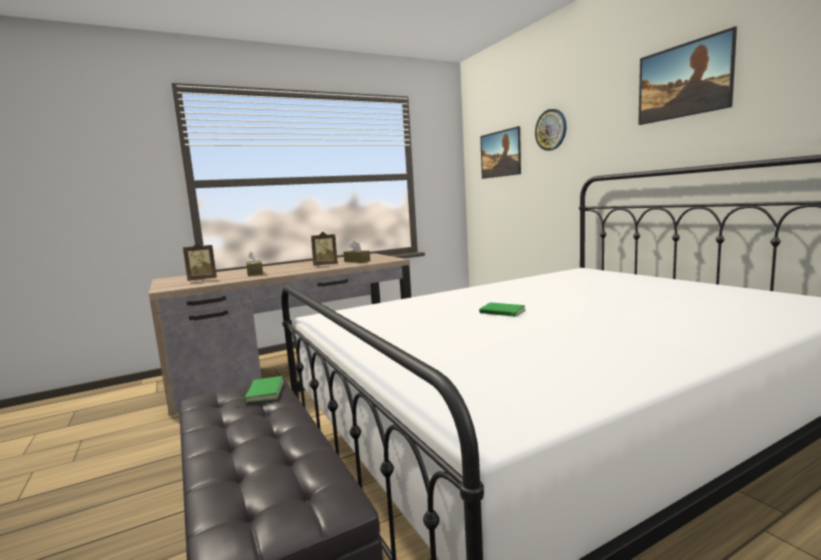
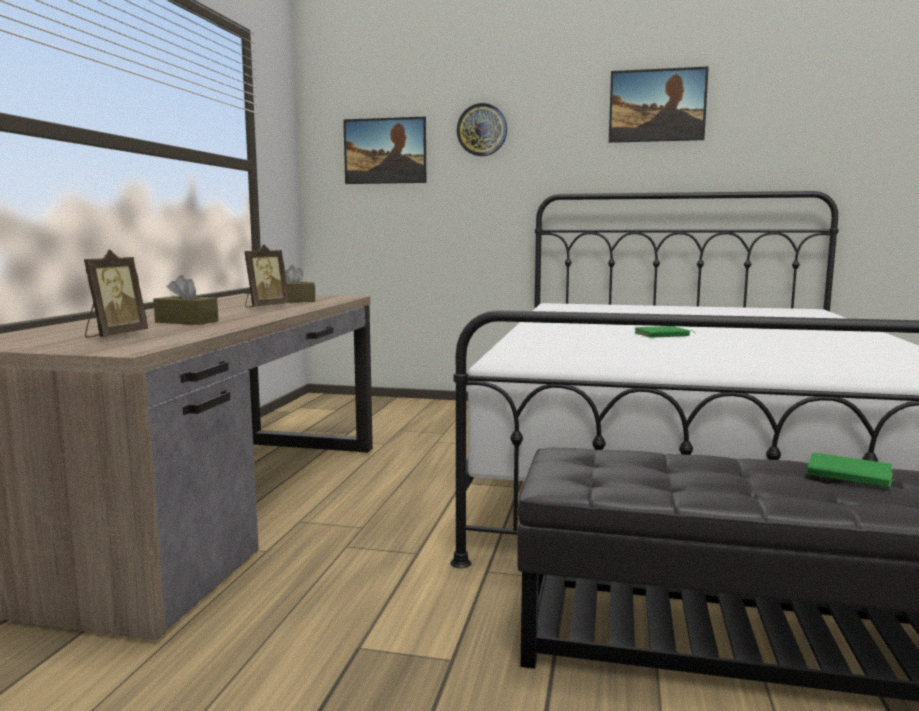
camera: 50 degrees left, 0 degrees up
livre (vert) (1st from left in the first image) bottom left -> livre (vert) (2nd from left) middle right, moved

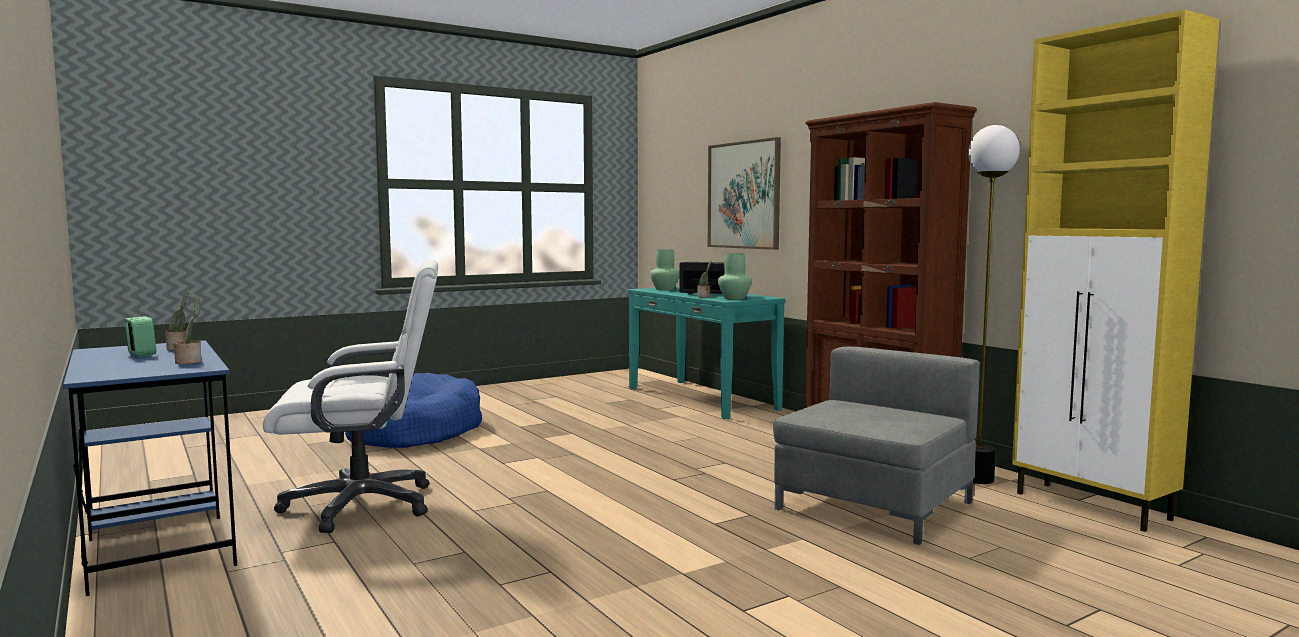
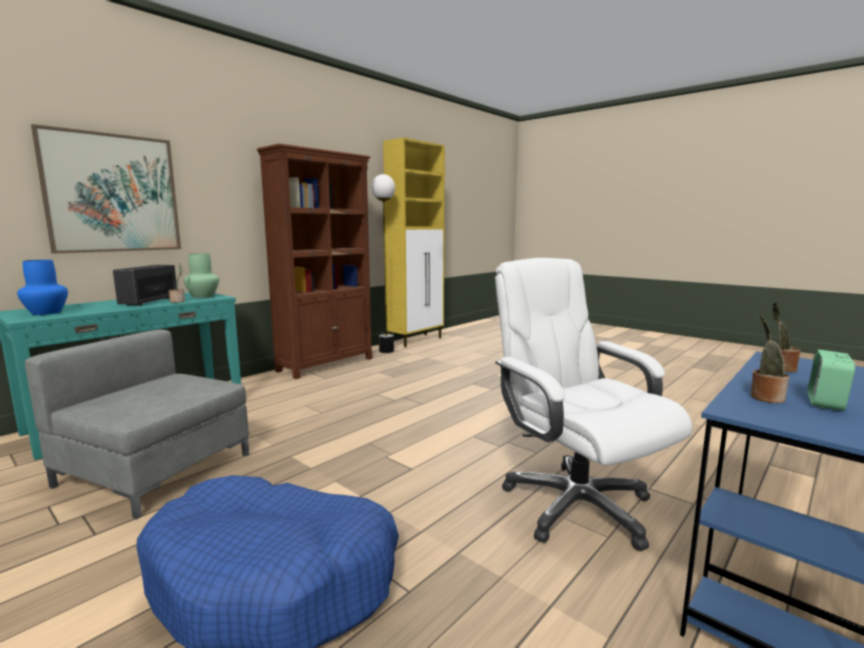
camera: 105 degrees left, 5 degrees up
fauteuil (gris) bottom right -> fauteuil (gris) middle left, moved
vase (vert) (1st from left) centre -> vase (bleu) middle left

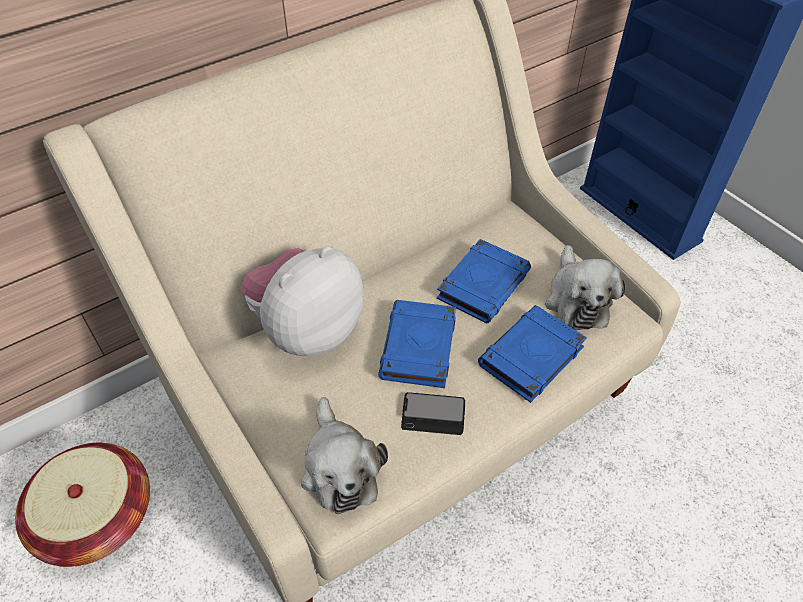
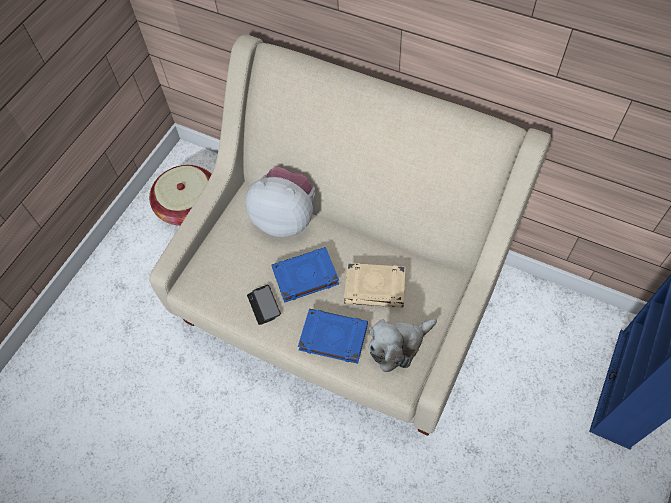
camera: 65 degrees right, 10 degrees up
peluche (2nd from left) bottom centre -> none
livre (bleu) (2nd from left) centre -> livre (beige) centre

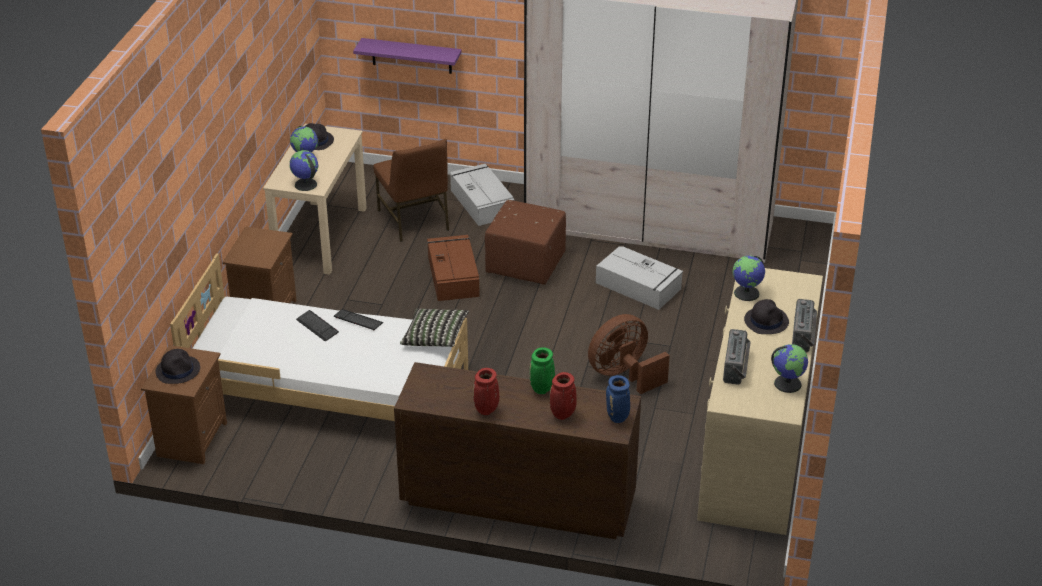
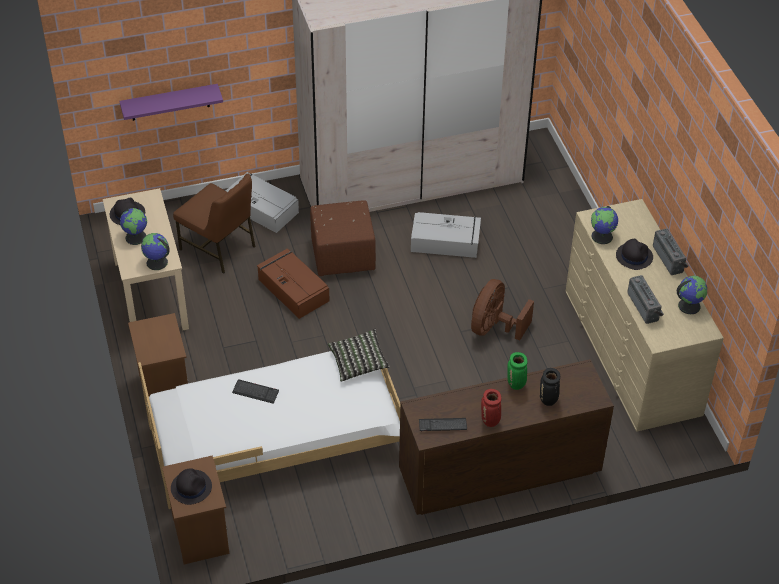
camera: 30 degrees left, 10 degrees up
vase (bleu) bottom centre -> none
clavier (2nd from left) centre -> clavier (2nd from left) bottom centre, moved
vase (rouge) (2nd from left) bottom centre -> vase (noir) middle right

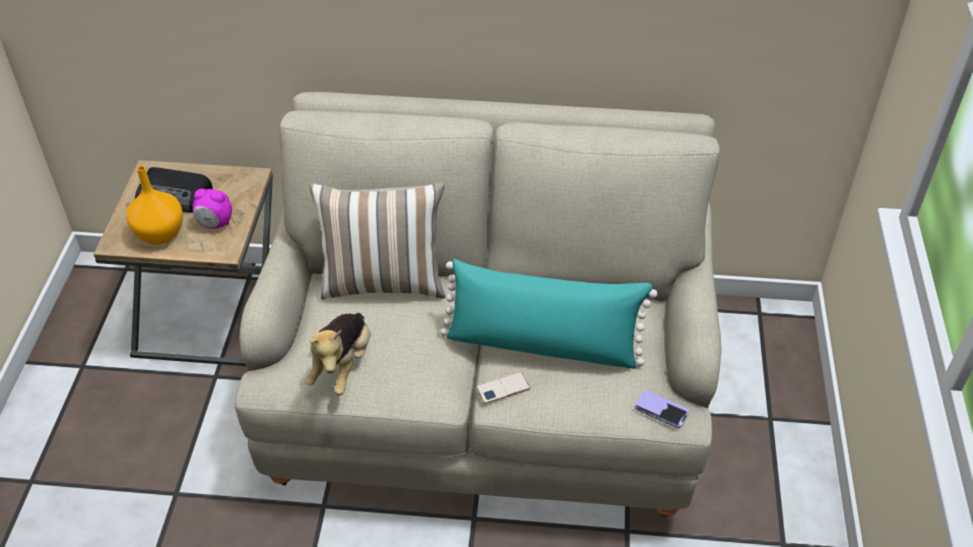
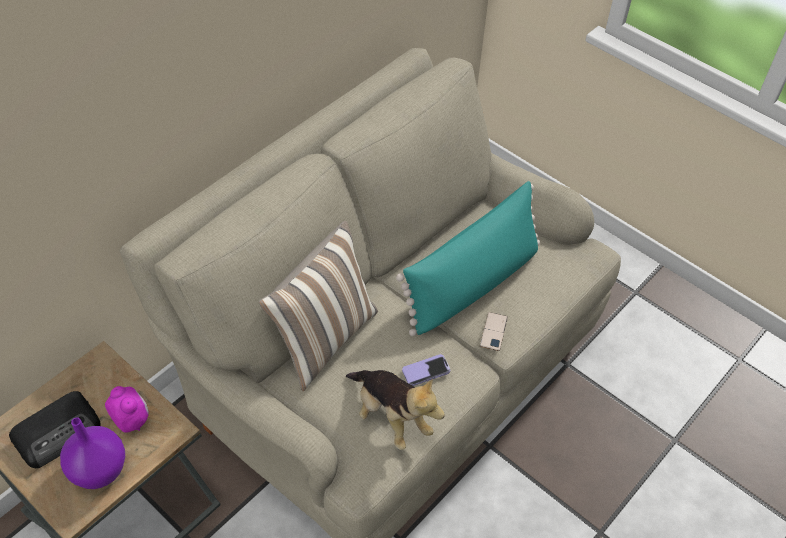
camera: 55 degrees left, 5 degrees up
téléphone (2nd from left in the first image) bottom right -> téléphone (1st from left) bottom centre, moved
vase (orange) middle left -> vase (violet) bottom left
réveil middle left -> réveil bottom left, 90 degrees counterclockwise

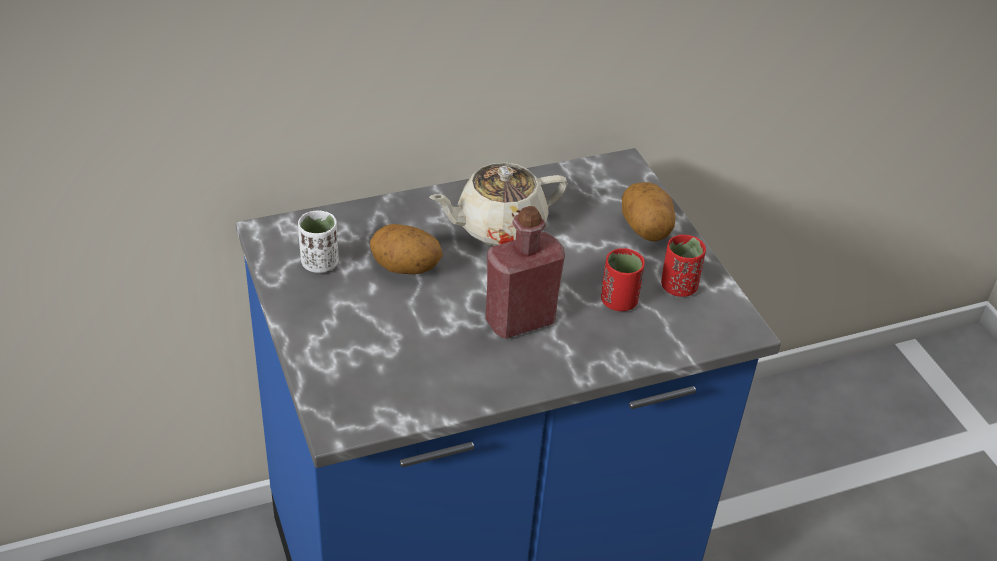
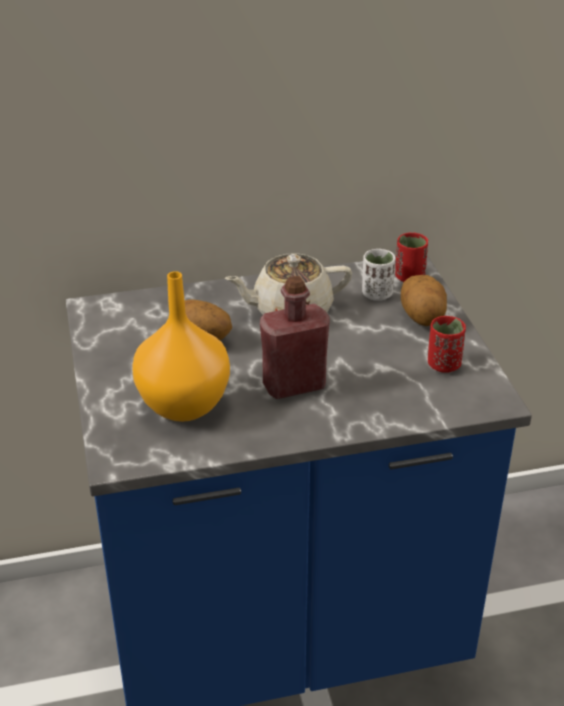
camera: 10 degrees right, 5 degrees down
none -> vase (orange) middle left
tasse (blanc) middle left -> tasse (blanc) middle right, moved
tasse (rouge) (1st from left) centre -> tasse (rouge) (1st from left) middle right, moved

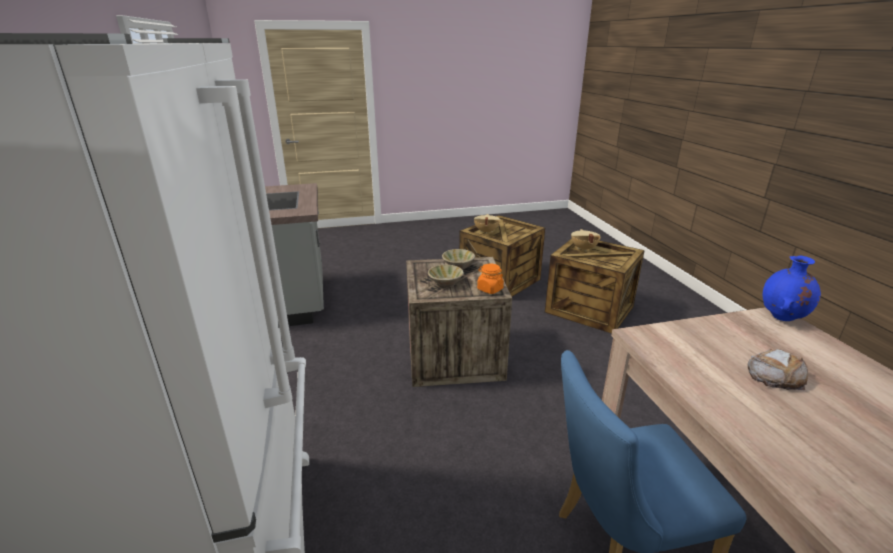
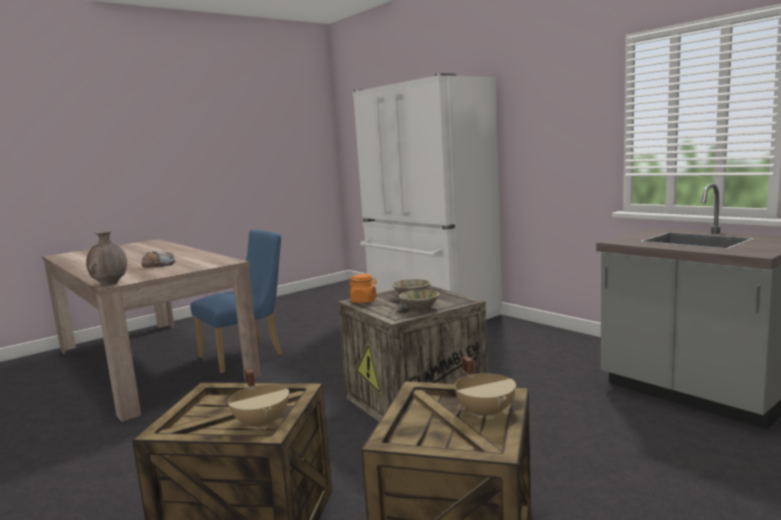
camera: 155 degrees right, 15 degrees down
vase (bleu) middle right -> vase (marron) middle left

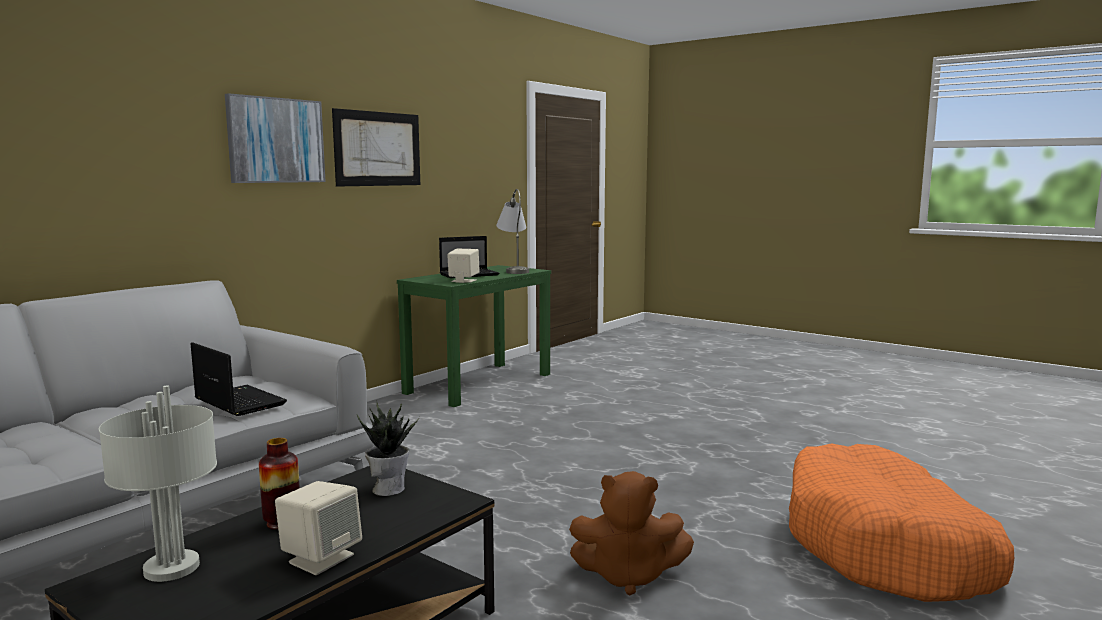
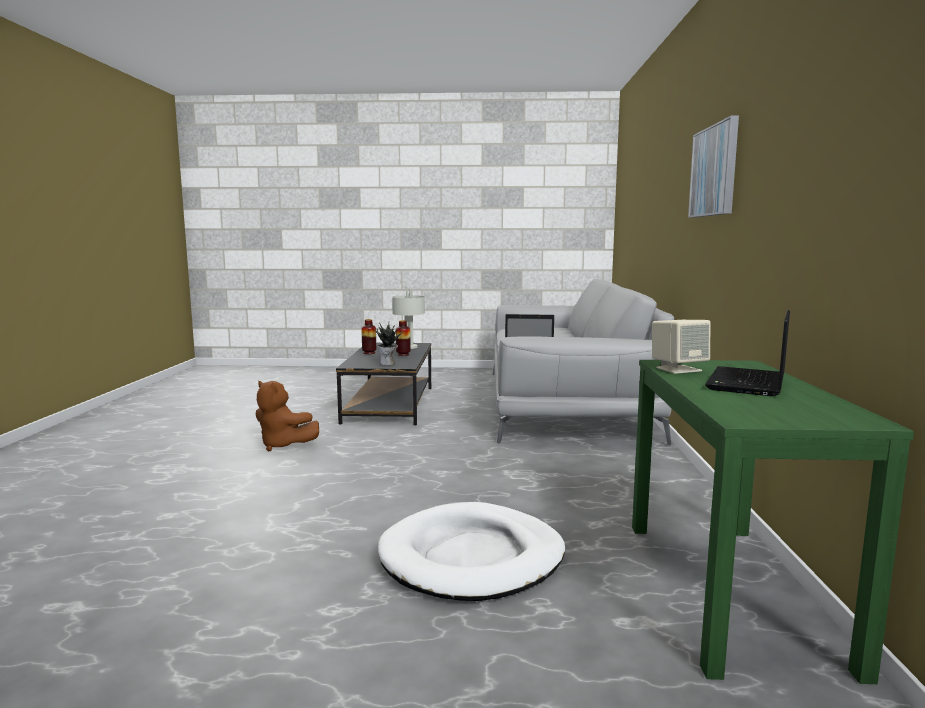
camera: 145 degrees right, 0 degrees up
tableau (2nd from left) top centre -> none
lampe de table (gris) (2nd from left) centre -> none
panier pour chien (orange) bottom right -> none
none -> panier pour chien (blanc) bottom centre
enceinte (beige) (1st from left) bottom left -> vase (1st from left) centre
peluche (marron) bottom centre -> peluche (marron) middle left, 120 degrees counterclockwise

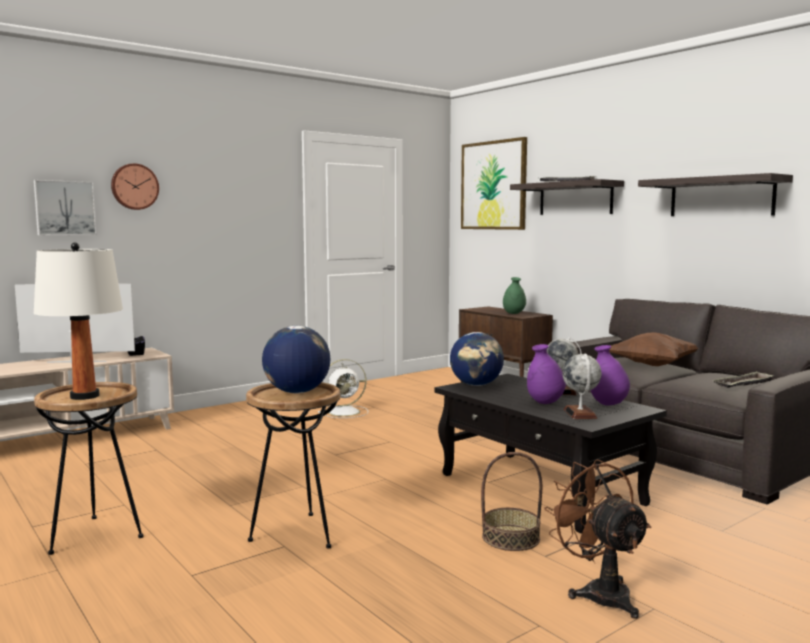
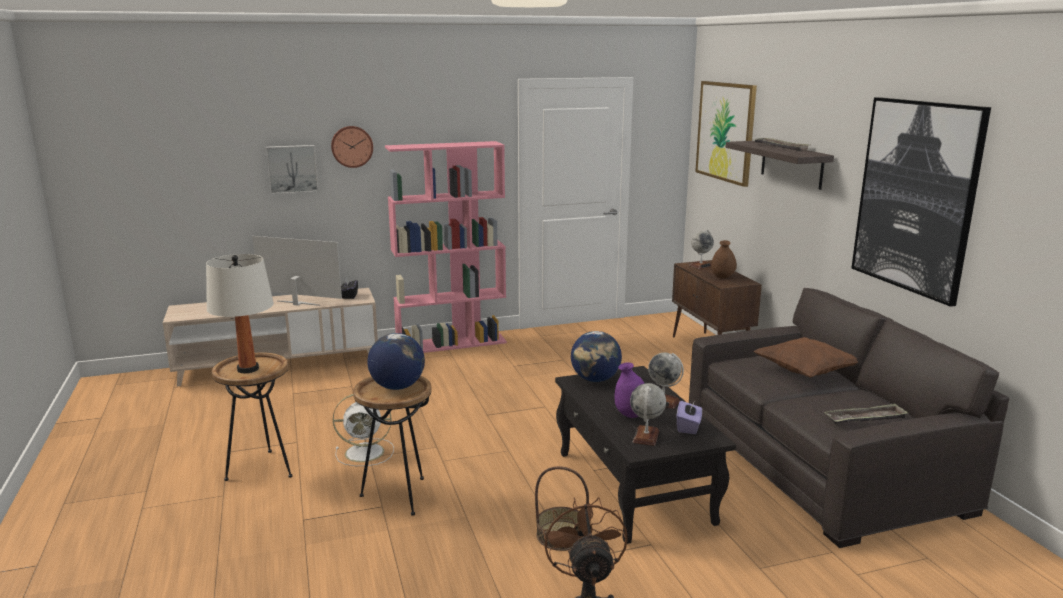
camera: 20 degrees right, 10 degrees up
none -> bibliothèque (rose) centre
none -> globe (5th from left) centre
ventilateur (blanc) centre -> ventilateur (blanc) bottom centre, moved
vase (violet) (2nd from left) middle right -> boîte à mouchoirs (violet) bottom centre
étagère (2nd from left) top right -> tableau (3rd from left) middle right
vase (vert) centre -> vase (marron) middle right

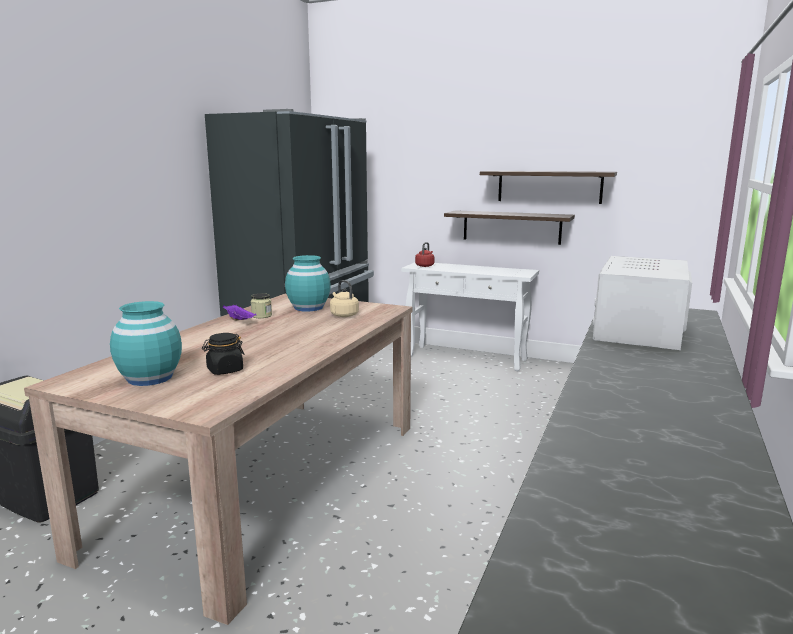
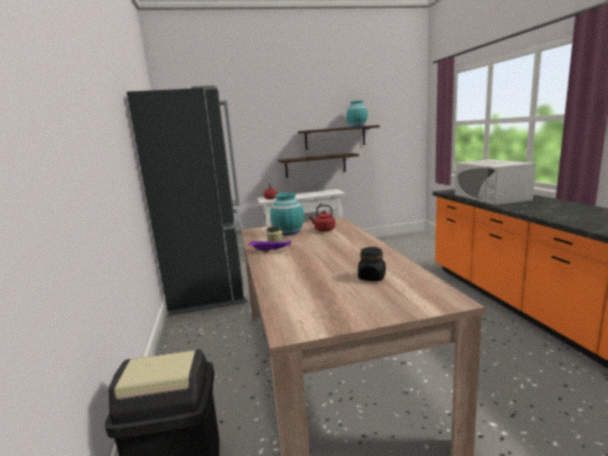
camera: 35 degrees left, 0 degrees up
vase (turquoise) (1st from left in the first image) middle left -> vase (turquoise) (2nd from left) top centre, moved
bouilloire (beige) centre -> bouilloire (rouge) (2nd from left) centre

